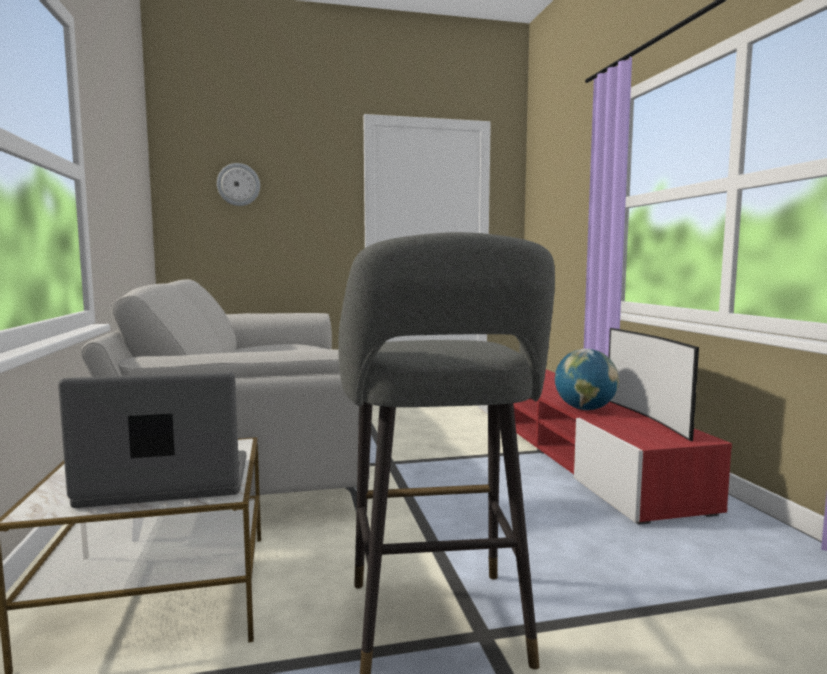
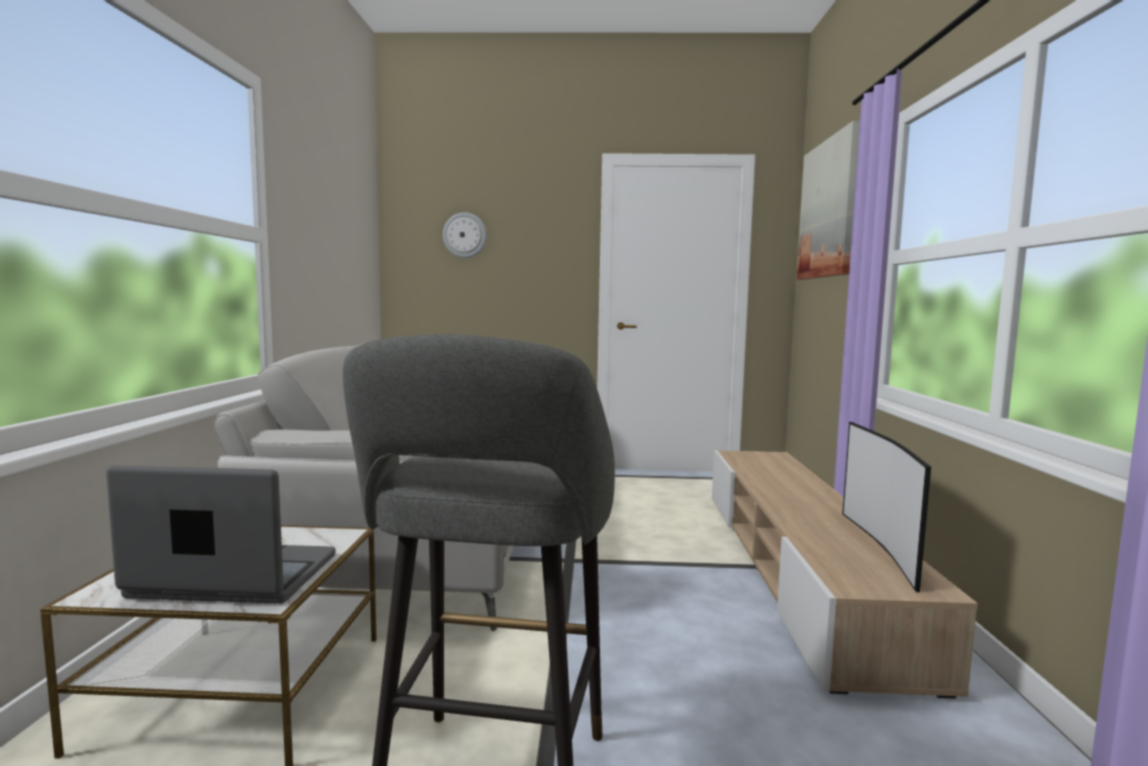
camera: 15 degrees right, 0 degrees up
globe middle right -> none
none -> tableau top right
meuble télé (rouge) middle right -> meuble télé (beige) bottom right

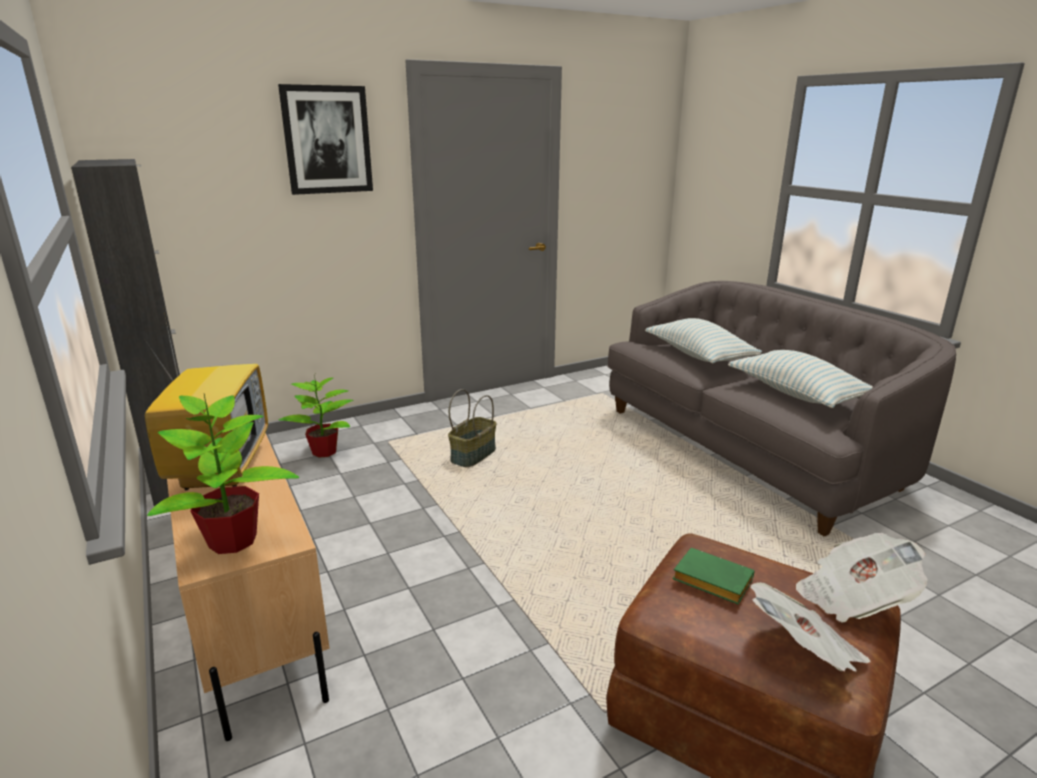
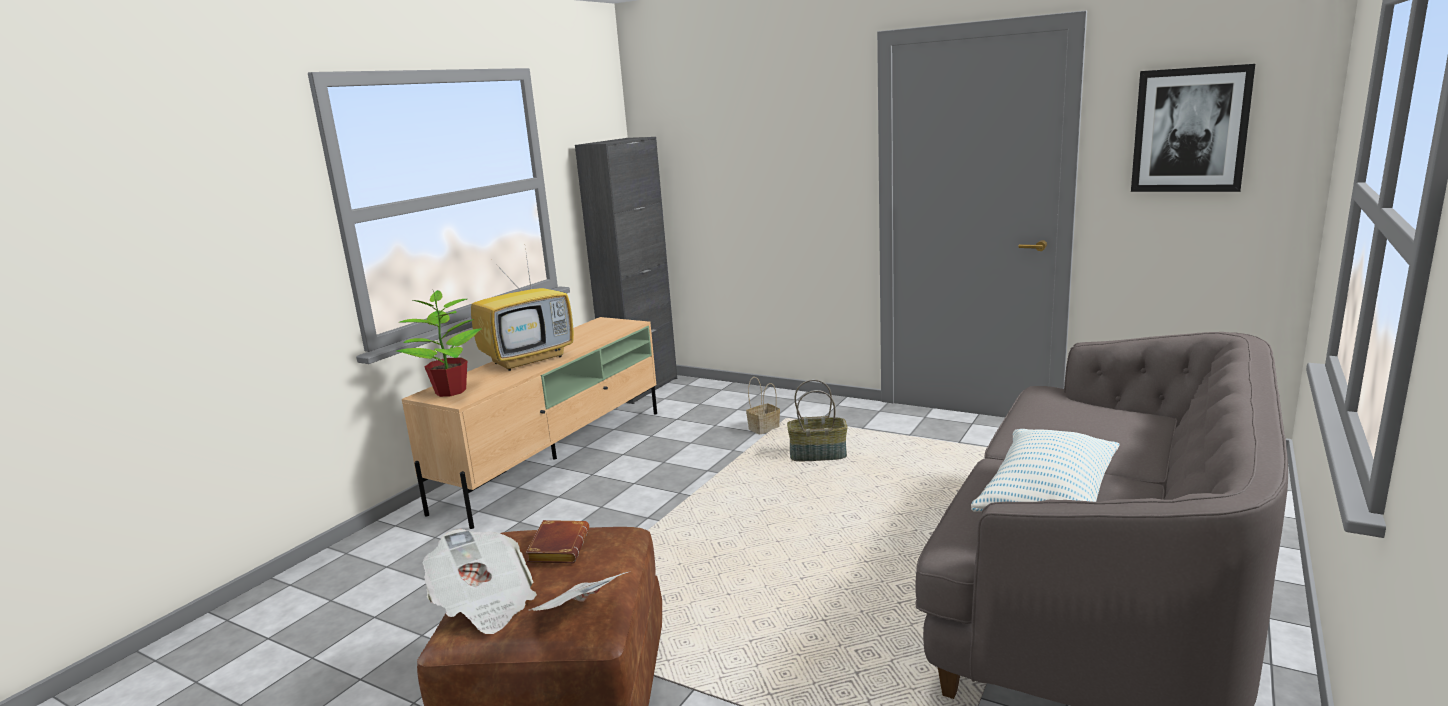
camera: 60 degrees right, 5 degrees down
plante en pot (2nd from left) middle left -> none
coussin (1st from left) middle right -> none
none -> panier (1st from left) centre
tableau top left -> tableau top right, moved
livre (vert) bottom right -> livre (marron) bottom centre

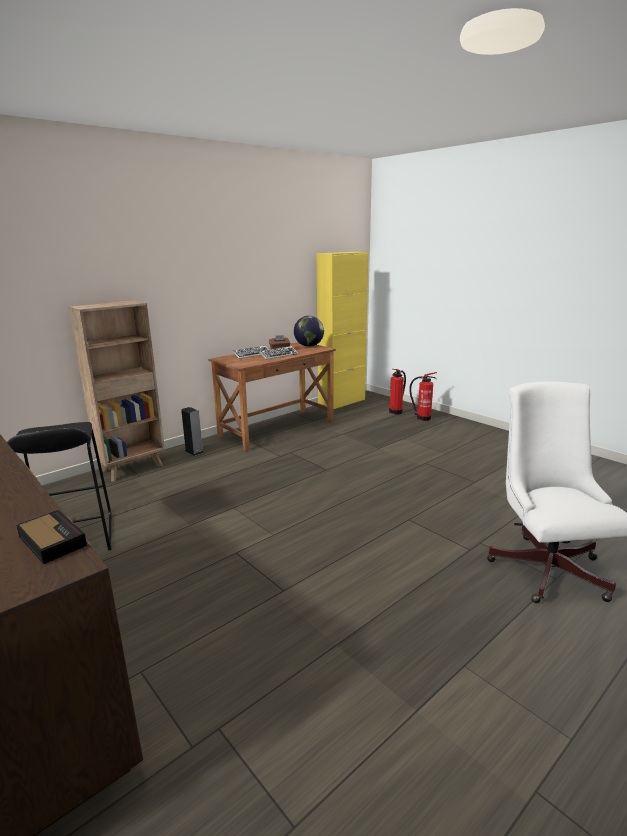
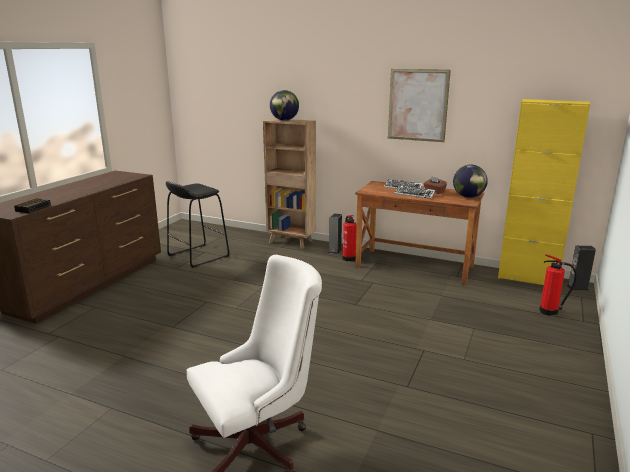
camera: 65 degrees right, 0 degrees up
none -> globe (1st from left) top centre
none -> tableau top centre
none -> enceinte (2nd from left) middle right
extincteur (2nd from left in the first image) middle right -> extincteur (1st from left) centre, moved

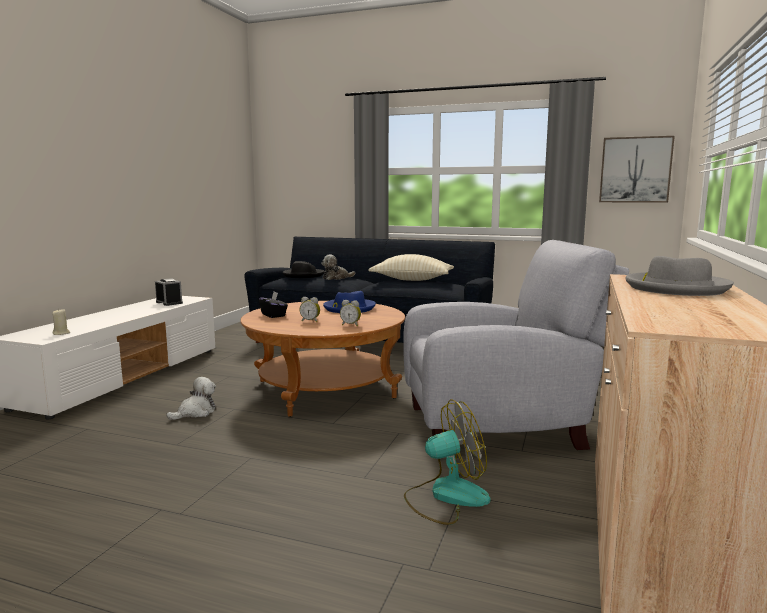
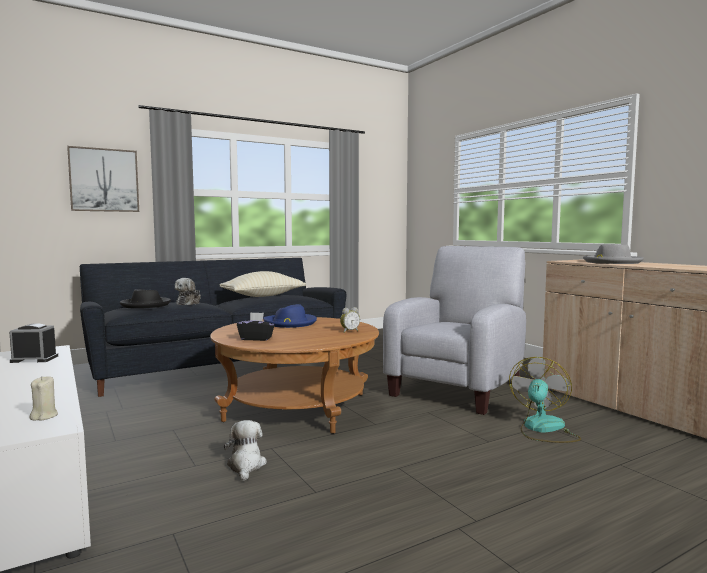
camera: 50 degrees left, 5 degrees down
réveil (2nd from left) centre -> none
tableau top right -> tableau top left, moved

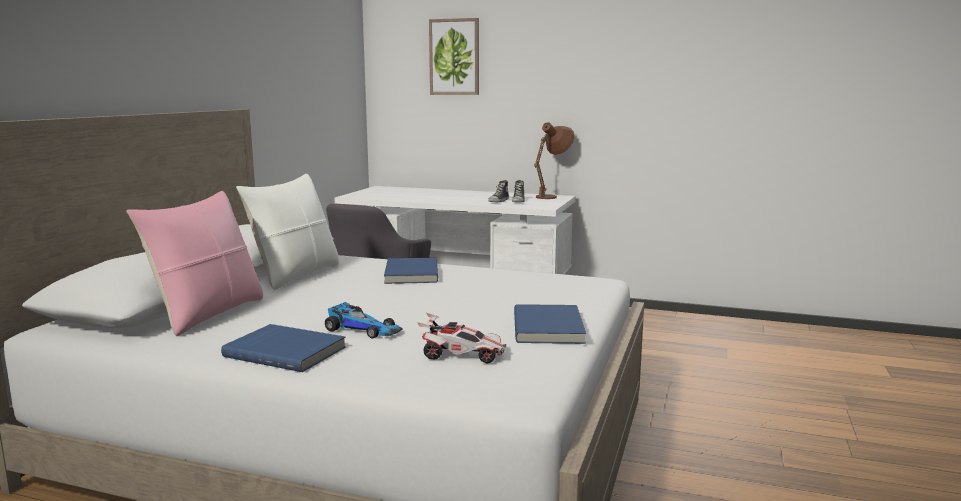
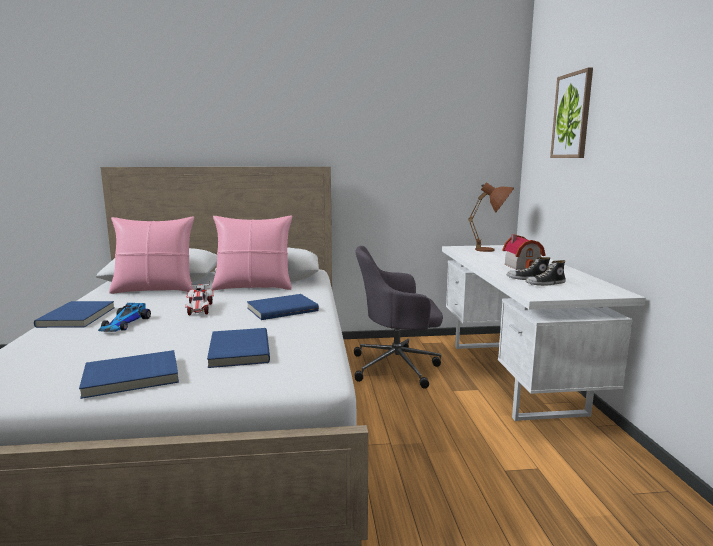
camera: 65 degrees right, 0 degrees up
none -> livre (bleu) (3rd from left) centre
none -> maison miniature middle right
petite voiture (2nd from left) bottom centre -> petite voiture (2nd from left) middle left, moved
lampe de table (marron) top centre -> lampe de table (marron) middle right, moved
coussin (blanc) middle left -> coussin (rose) (2nd from left) centre

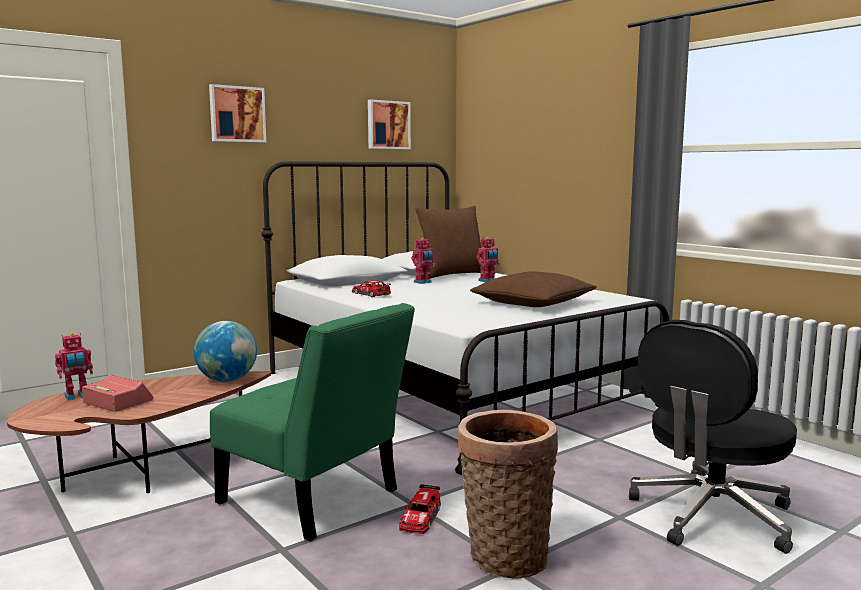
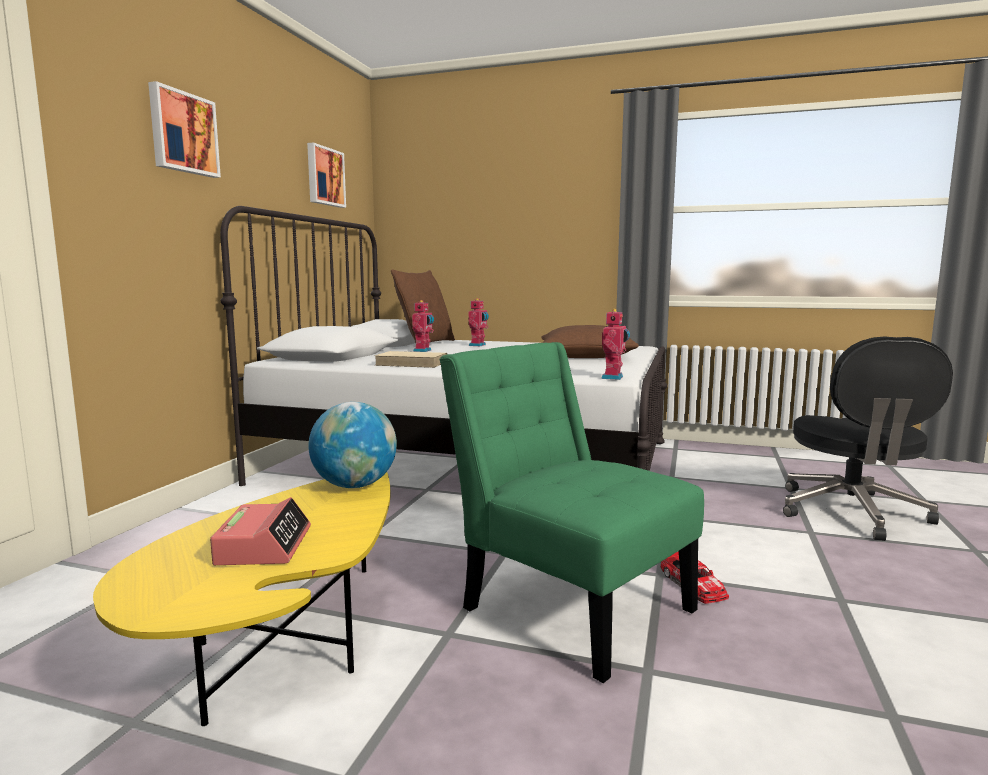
camera: 35 degrees left, 0 degrees up
panier bottom centre -> none
robot jouet (1st from left in the first image) middle left -> robot jouet (3rd from left) centre, moved
petite voiture (1st from left) centre -> livre (beige) centre
table basse (marron) bottom left -> table basse (jaune) bottom left
réveil middle left -> réveil bottom left, 90 degrees clockwise
chaise (vert) bottom centre -> chaise (vert) centre, 135 degrees counterclockwise

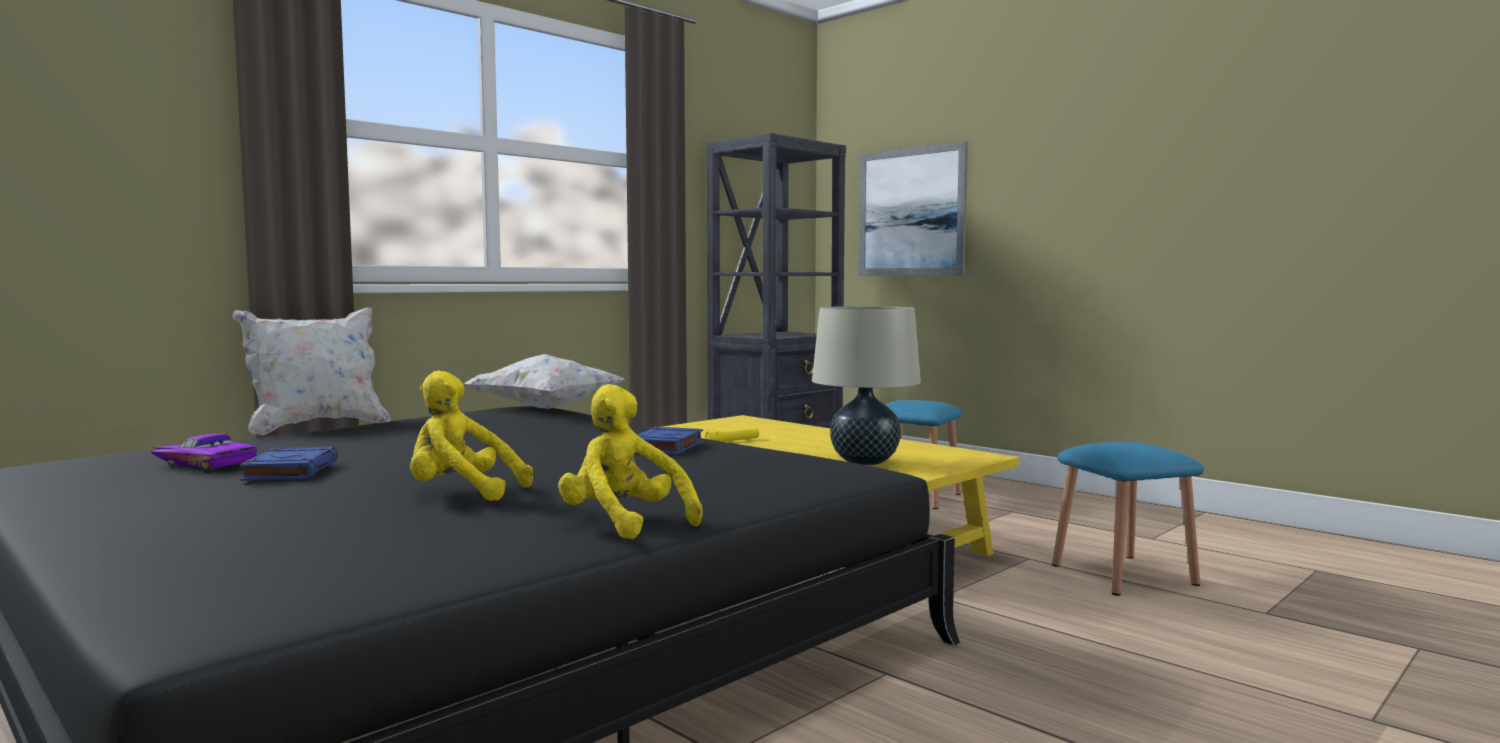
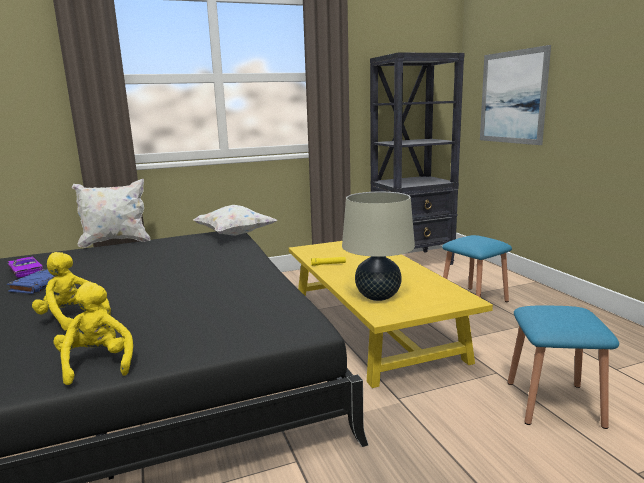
camera: 25 degrees right, 10 degrees up
livre (bleu) (2nd from left) centre -> none

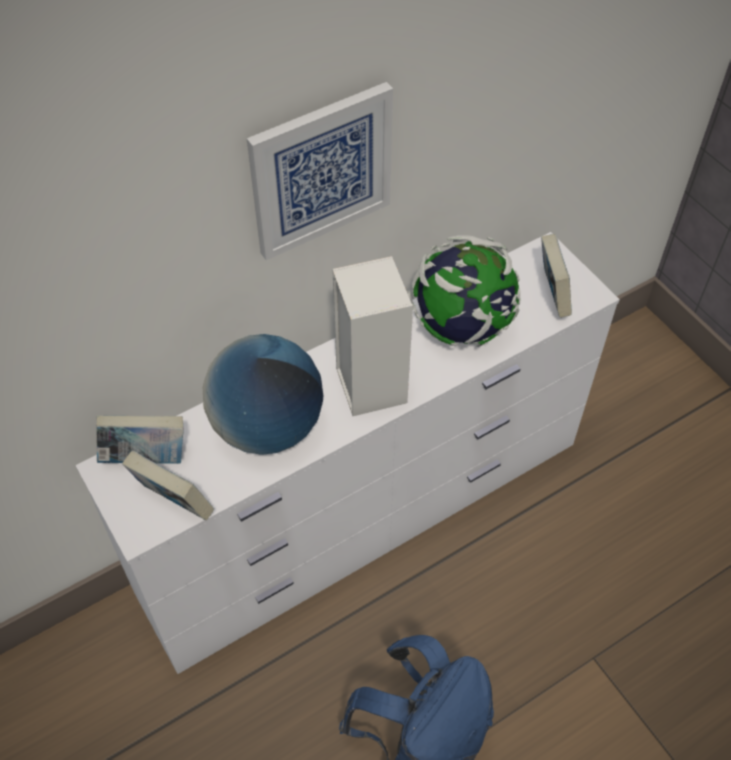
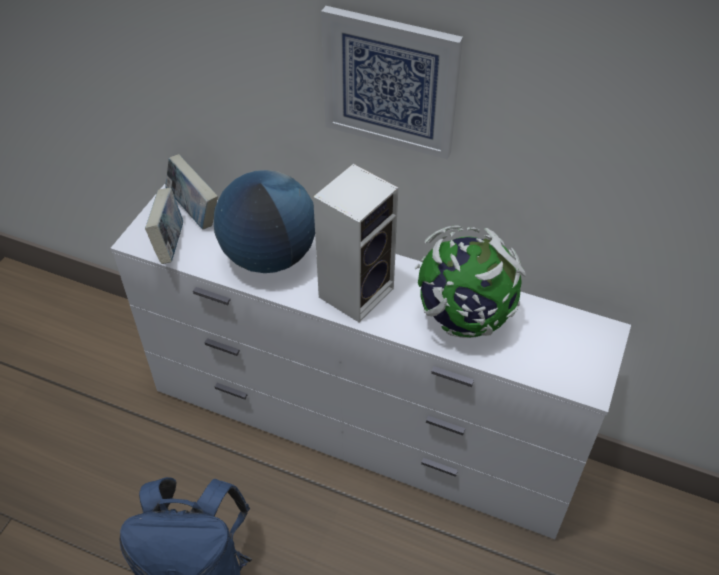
camera: 55 degrees right, 5 degrees down
livre (3rd from left) middle right -> none

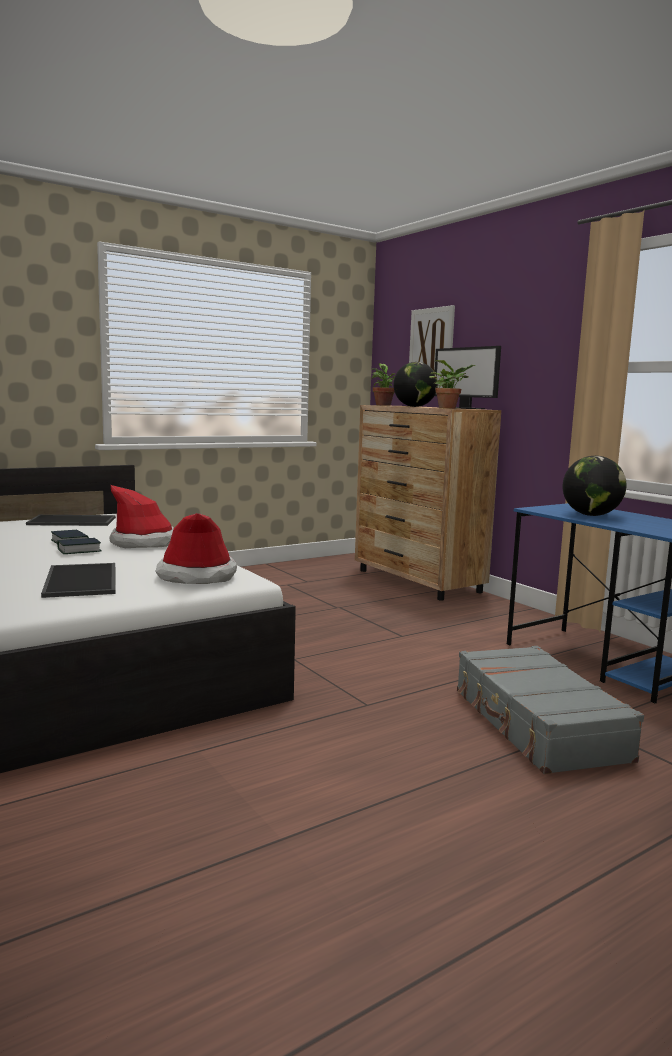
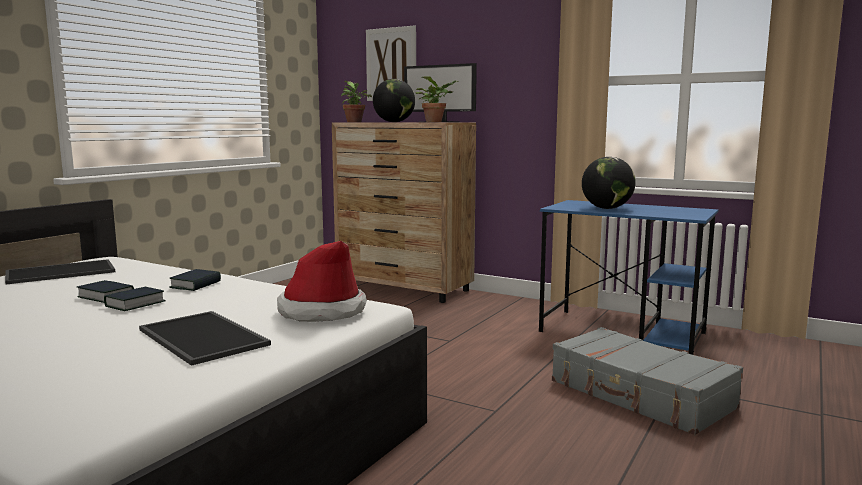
camera: 25 degrees left, 0 degrees up
chapeau (1st from left) middle left -> livre (3rd from left) middle left

